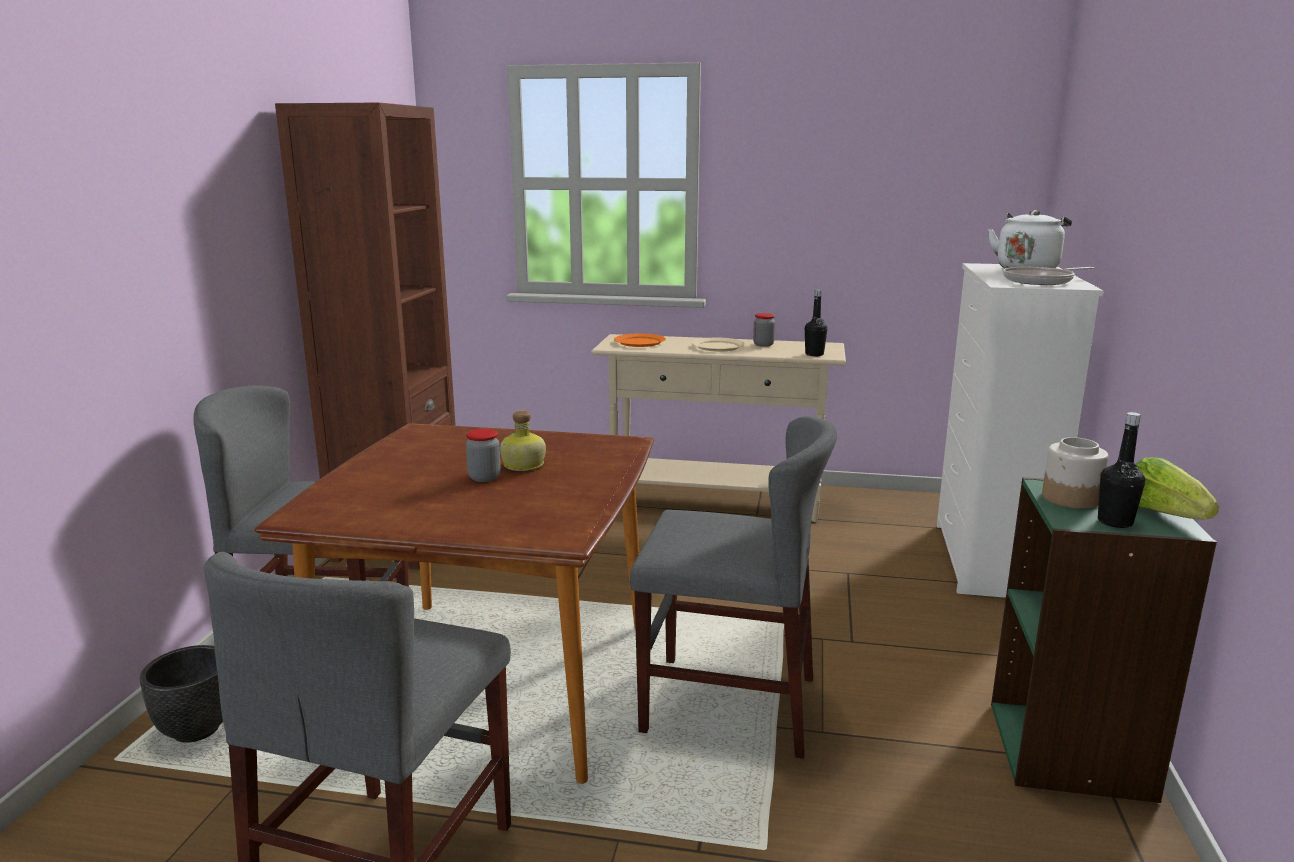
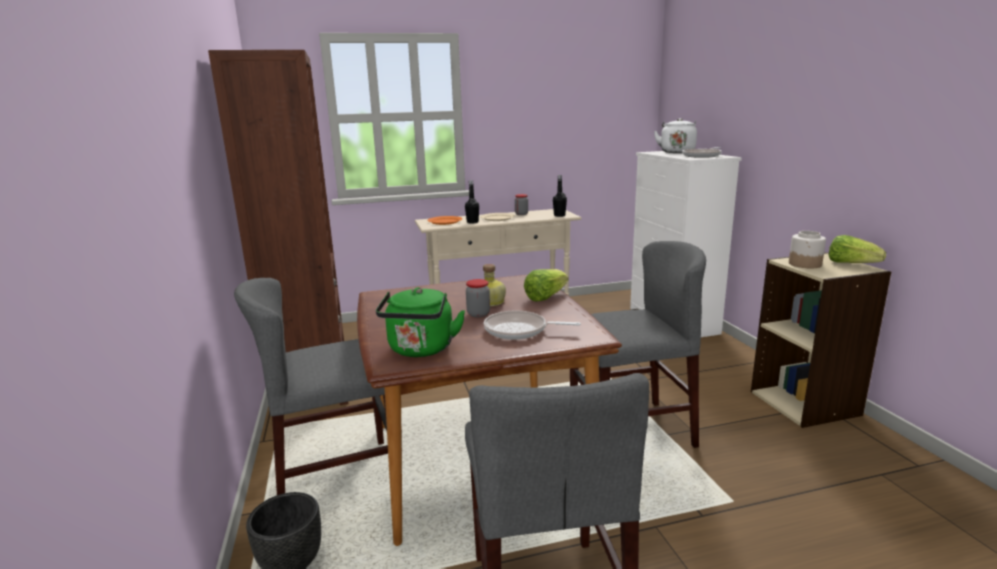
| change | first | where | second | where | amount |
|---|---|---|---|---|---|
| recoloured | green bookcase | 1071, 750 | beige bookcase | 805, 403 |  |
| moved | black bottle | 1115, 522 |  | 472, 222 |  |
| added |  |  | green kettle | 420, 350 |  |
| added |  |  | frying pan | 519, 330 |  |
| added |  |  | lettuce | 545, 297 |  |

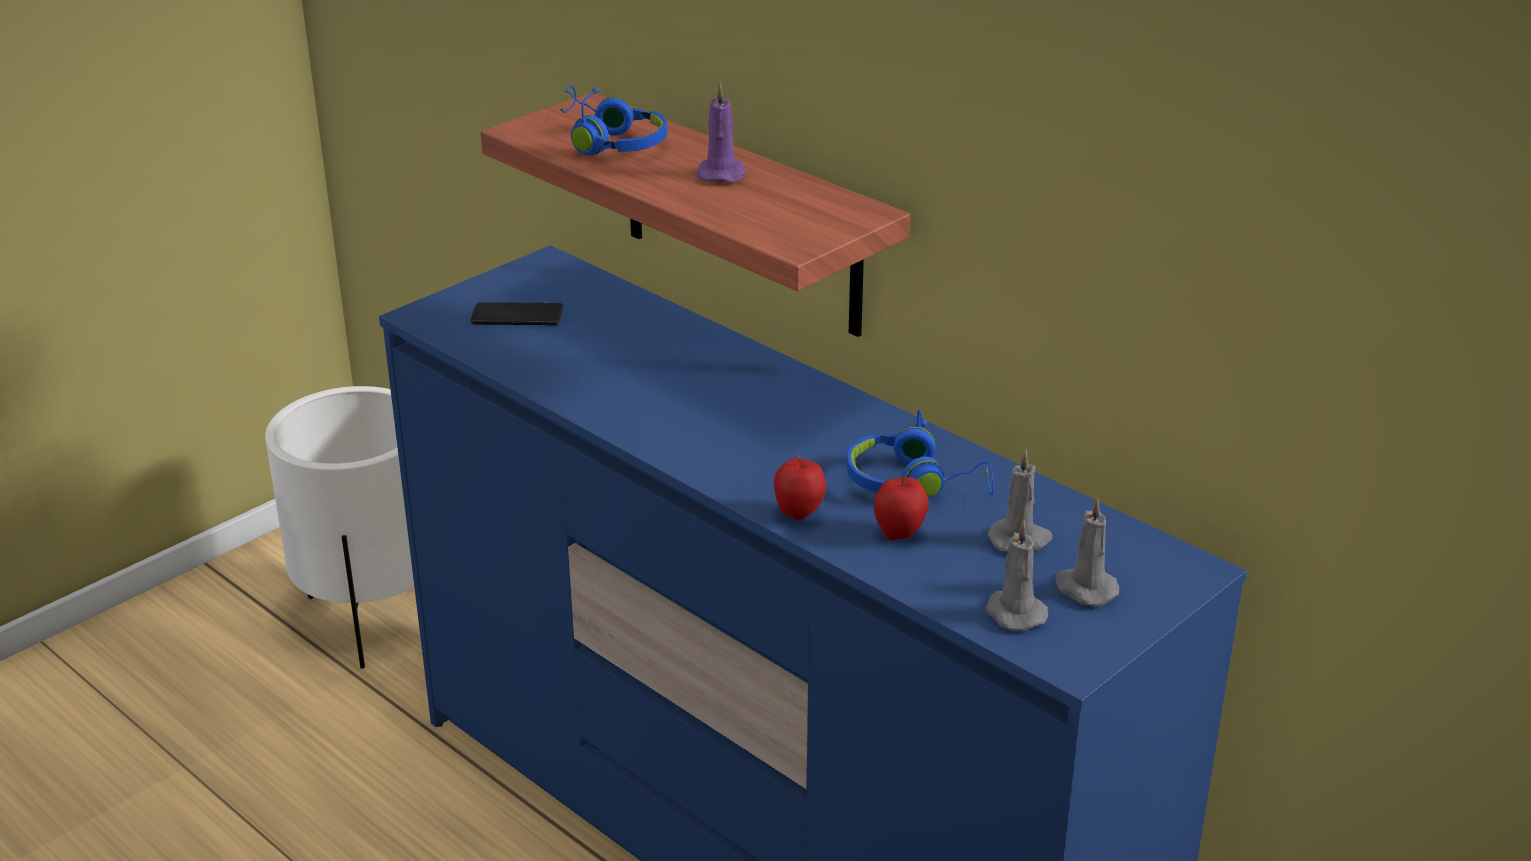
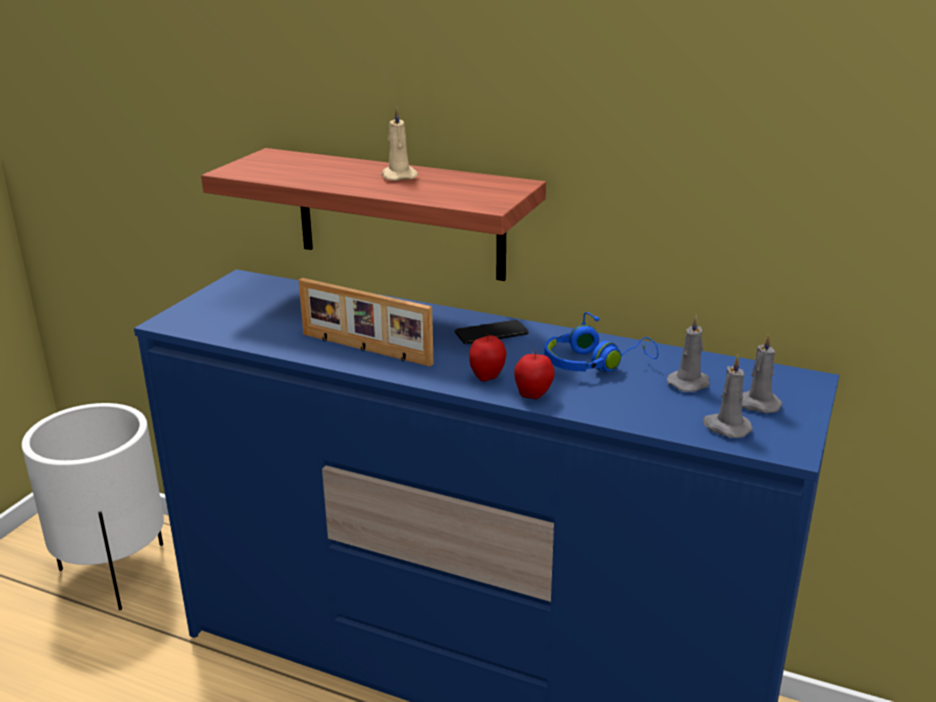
| change | first | where | second | where | amount |
|---|---|---|---|---|---|
| moved | phone | 517, 316 |  | 491, 333 |  |
| removed | blue headphones | 608, 141 |  |  |  |
| recoloured | purple candle | 721, 173 | beige candle | 398, 176 |  |
| moved | apple | 899, 534 |  | 487, 377 |  |
| added |  |  | picture frame | 365, 349 |  |

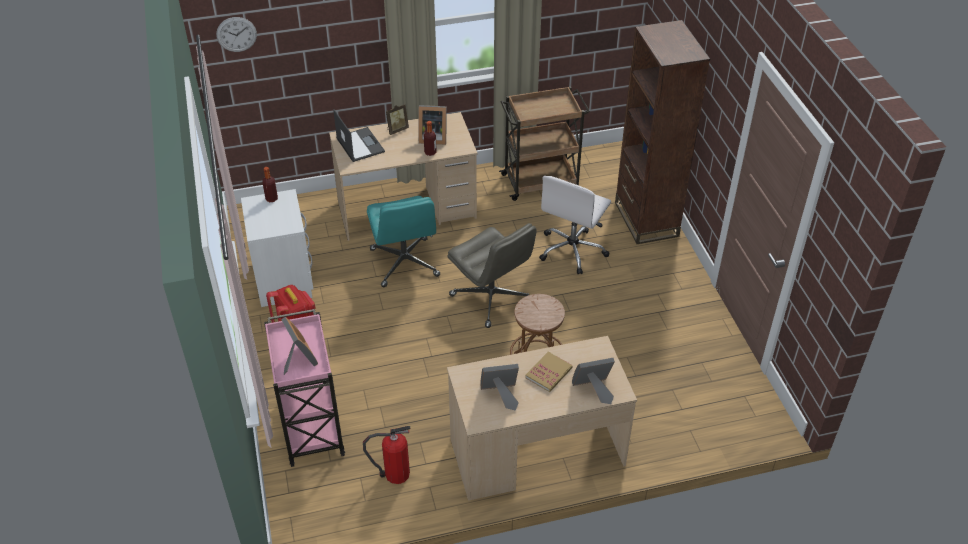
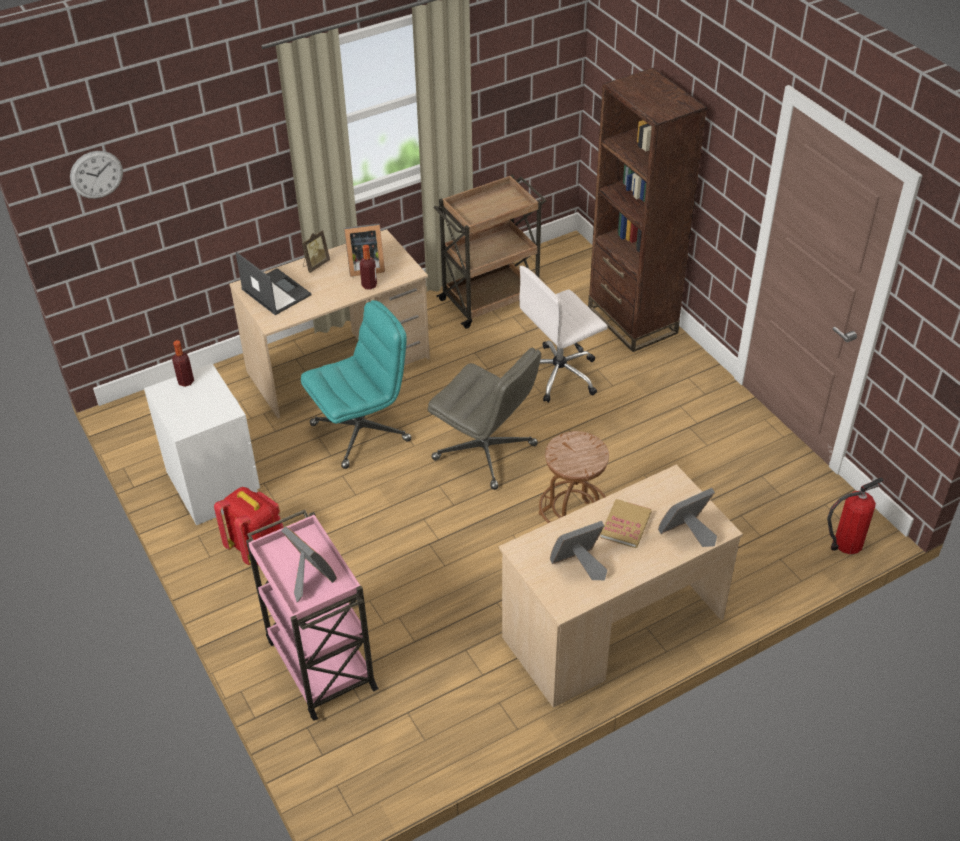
| change | first | where | second | where | amount |
|---|---|---|---|---|---|
| moved | fire extinguisher | 394, 474 |  | 845, 544 |  |
| turned | turquoise office chair | 405, 263 |  | 361, 431 | 90 degrees counterclockwise |
| turned | white office chair | 572, 250 |  | 560, 374 | 45 degrees clockwise |

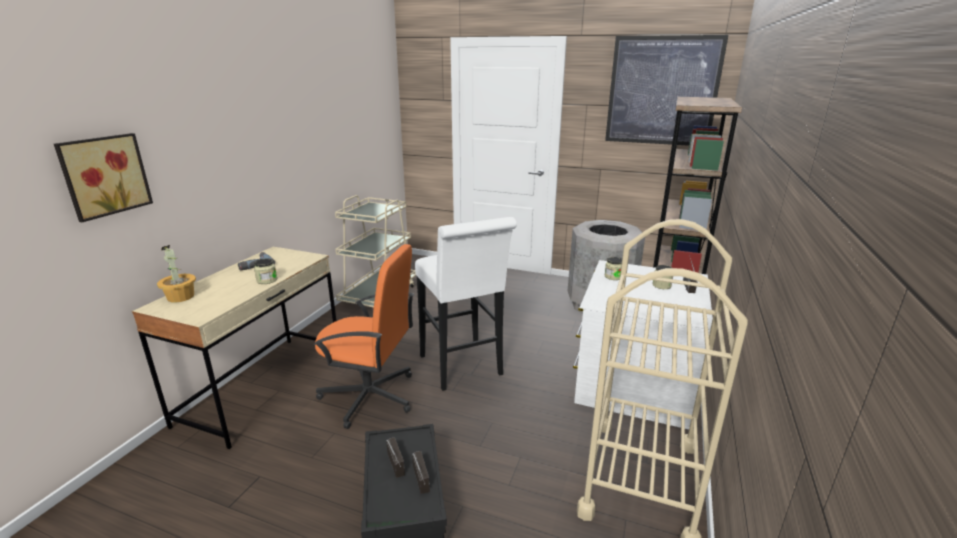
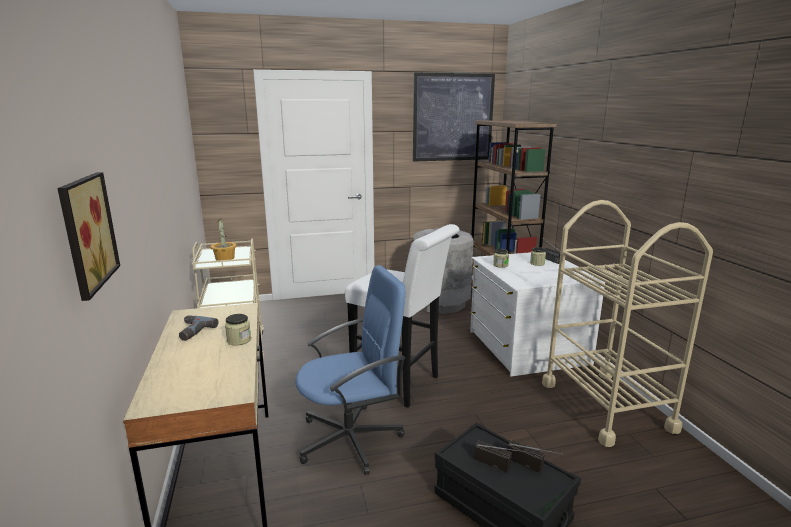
| change | first | where | second | where | amount |
|---|---|---|---|---|---|
| moved | potted plant | 181, 297 |  | 225, 258 |  |
| recoloured | orange office chair | 370, 396 | blue office chair | 351, 439 |  |

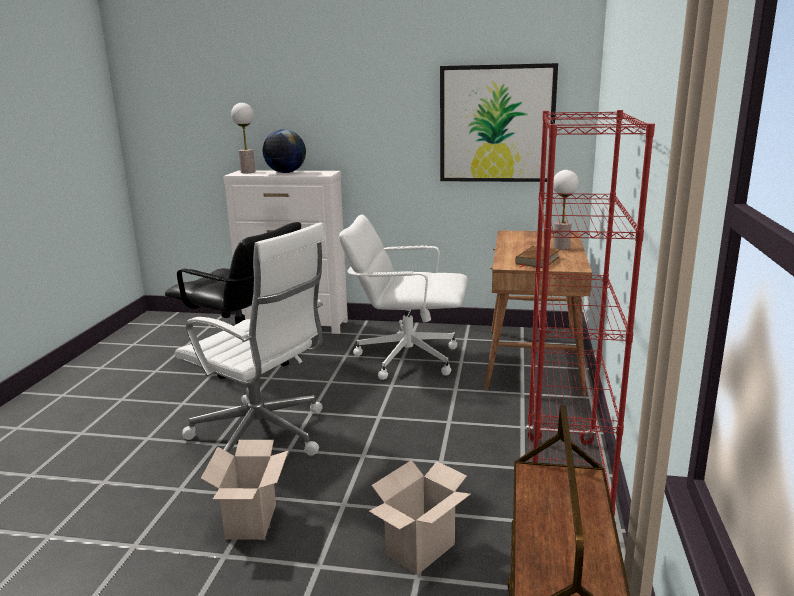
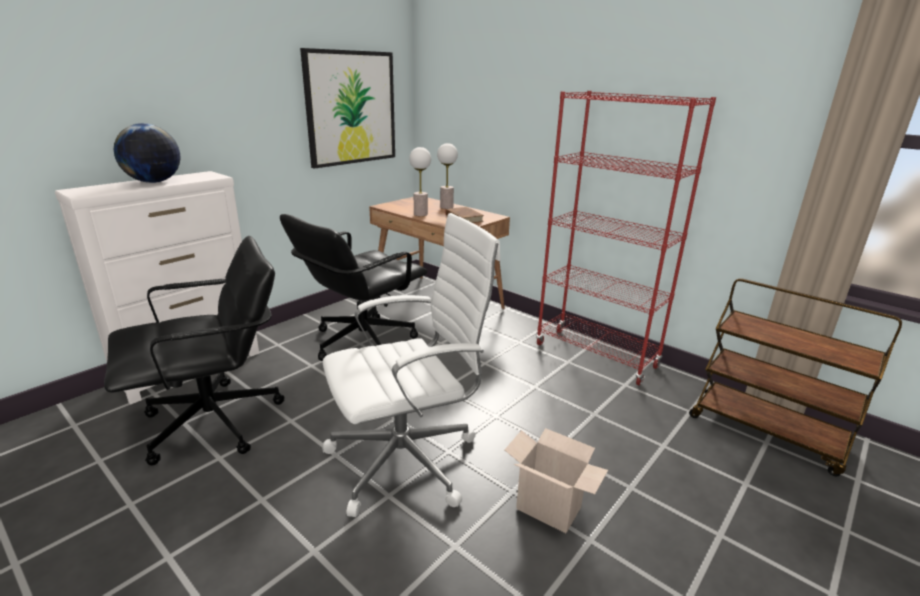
| change | first | where | second | where | amount |
|---|---|---|---|---|---|
| moved | table lamp | 248, 172 |  | 420, 214 |  |
| recoloured | white office chair | 406, 358 | black office chair | 362, 341 |  |
| removed | cardboard box | 420, 551 |  |  |  |

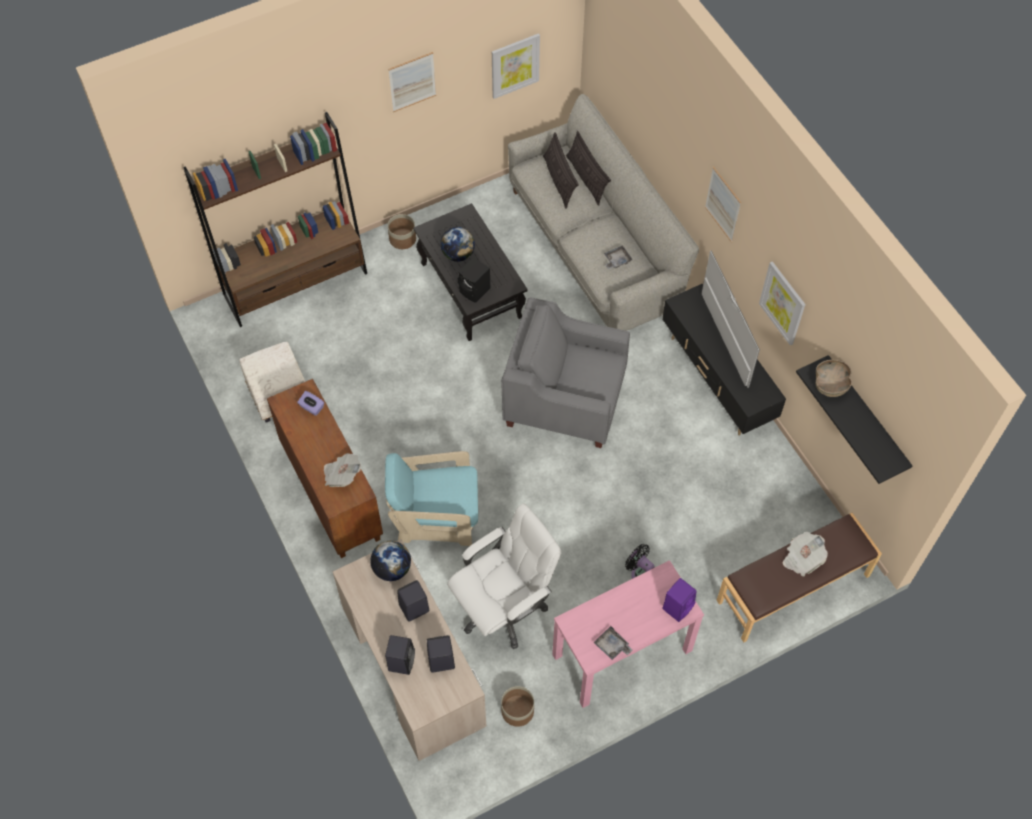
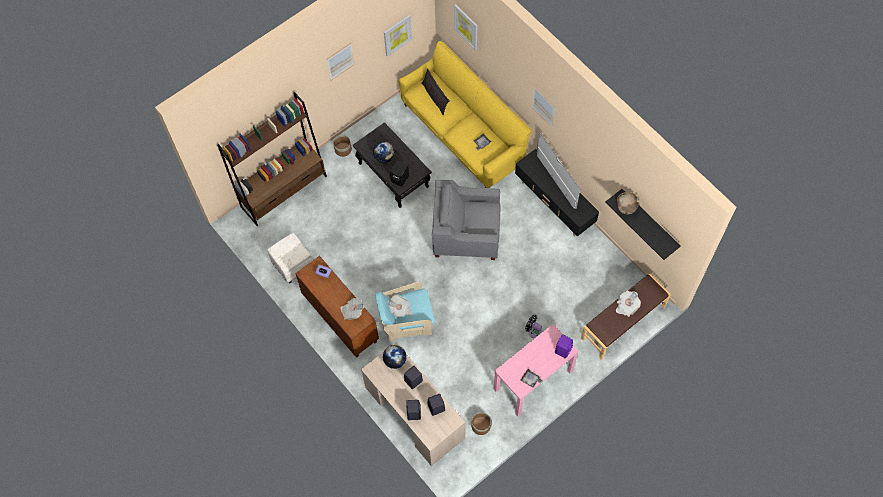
| change | first | where | second | where | amount |
|---|---|---|---|---|---|
| removed | white office chair | 503, 607 |  |  |  |
| recoloured | grey sofa | 594, 249 | yellow sofa | 462, 134 |  |
| removed | pillow | 586, 178 |  |  |  |
| moved | picture | 783, 303 |  | 466, 26 |  |
| added |  |  | newspaper | 400, 309 |  |

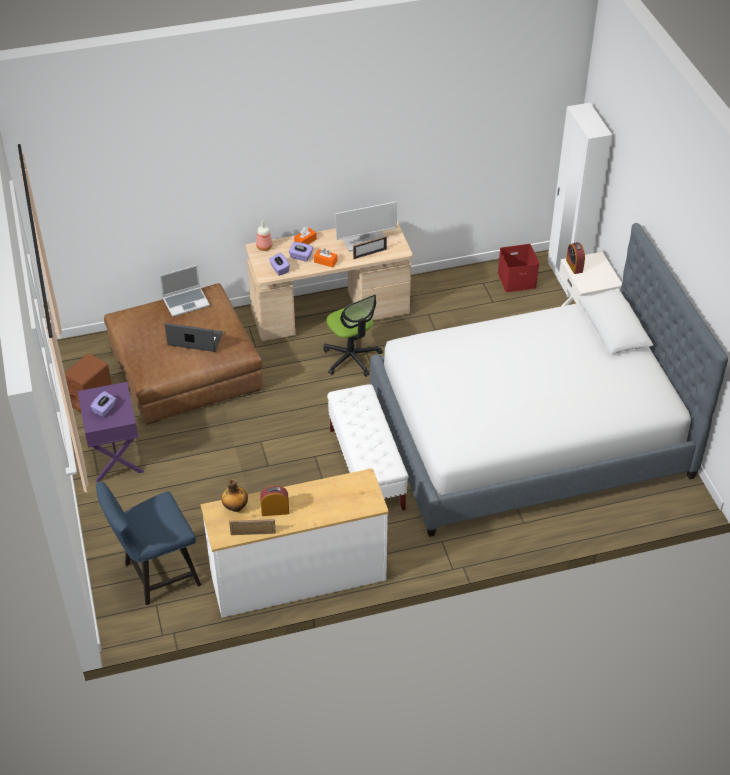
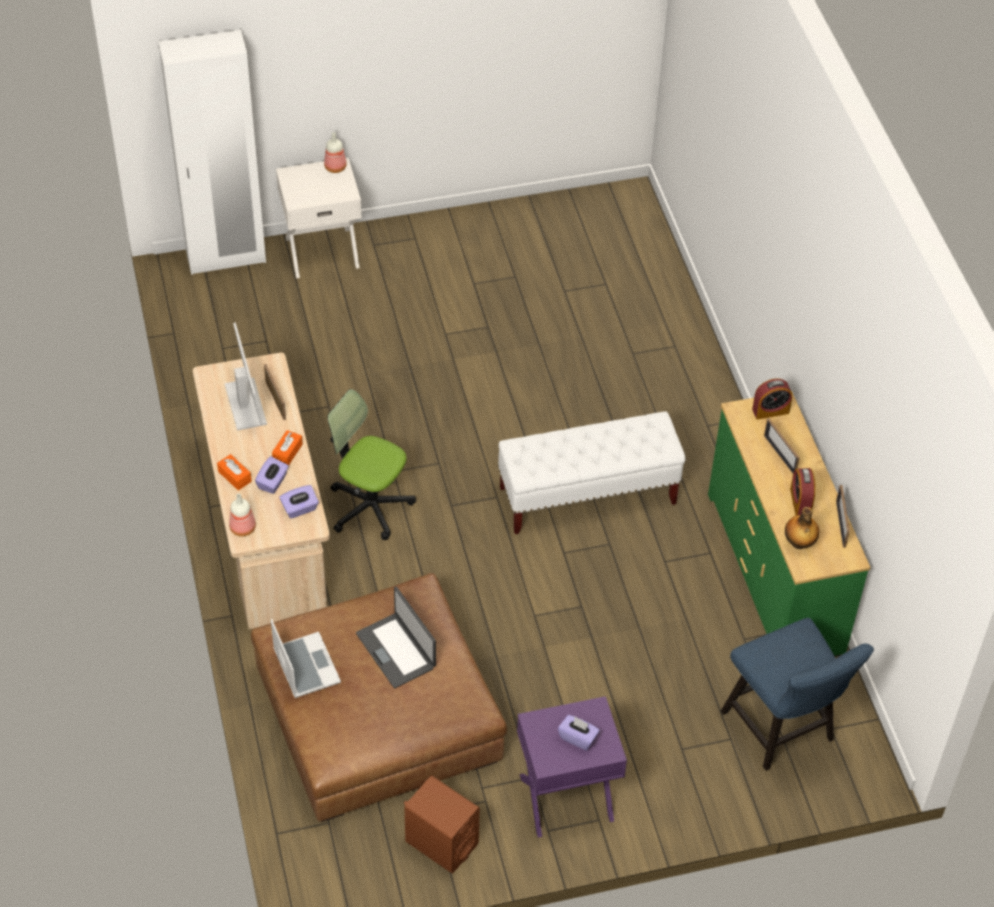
| change | first | where | second | where | amount |
|---|---|---|---|---|---|
| turned | laptop | 195, 340 |  | 397, 650 | 45 degrees counterclockwise |
| recoloured | white dresser | 298, 578 | green dresser | 775, 572 |  |
| turned | office chair | 351, 358 |  | 370, 506 | 120 degrees counterclockwise |
| removed | bed | 529, 435 |  |  |  |
| removed | red storage box | 517, 279 |  |  |  |
| moved | alarm clock | 574, 266 |  | 770, 411 |  |
| added |  |  | bottle | 335, 167 |  |
| added |  |  | picture frame | 779, 455 |  |

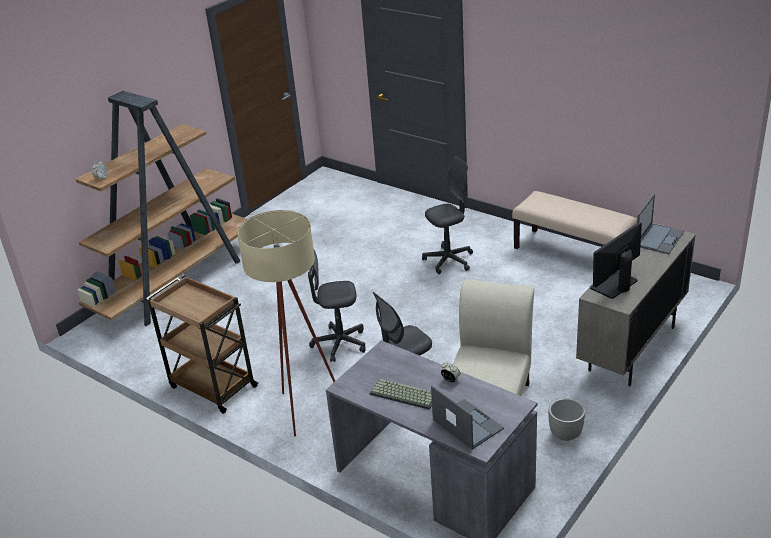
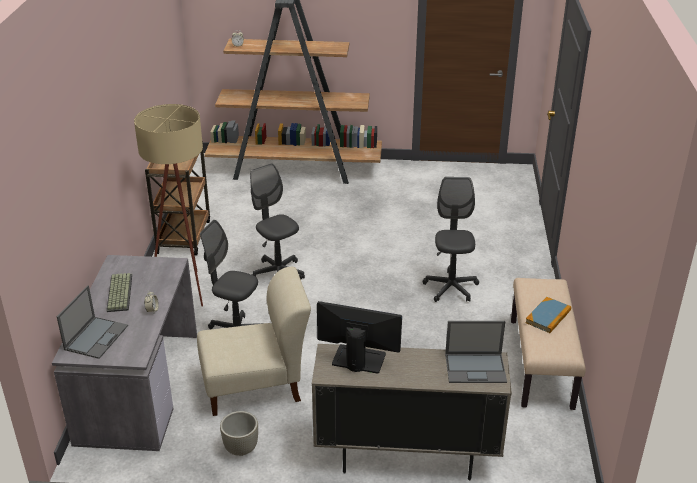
| change | first | where | second | where | amount |
|---|---|---|---|---|---|
| turned | grey office chair | 448, 261 |  | 451, 288 | 120 degrees counterclockwise |
| added |  |  | book | 548, 317 |  |

